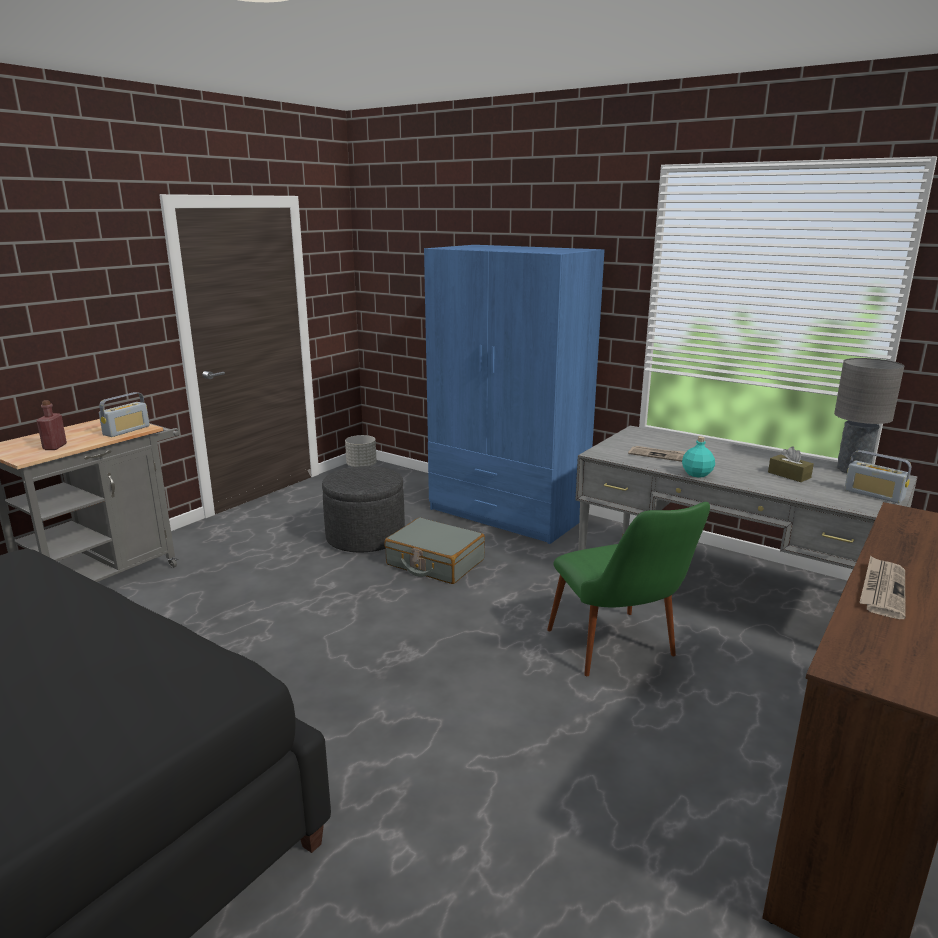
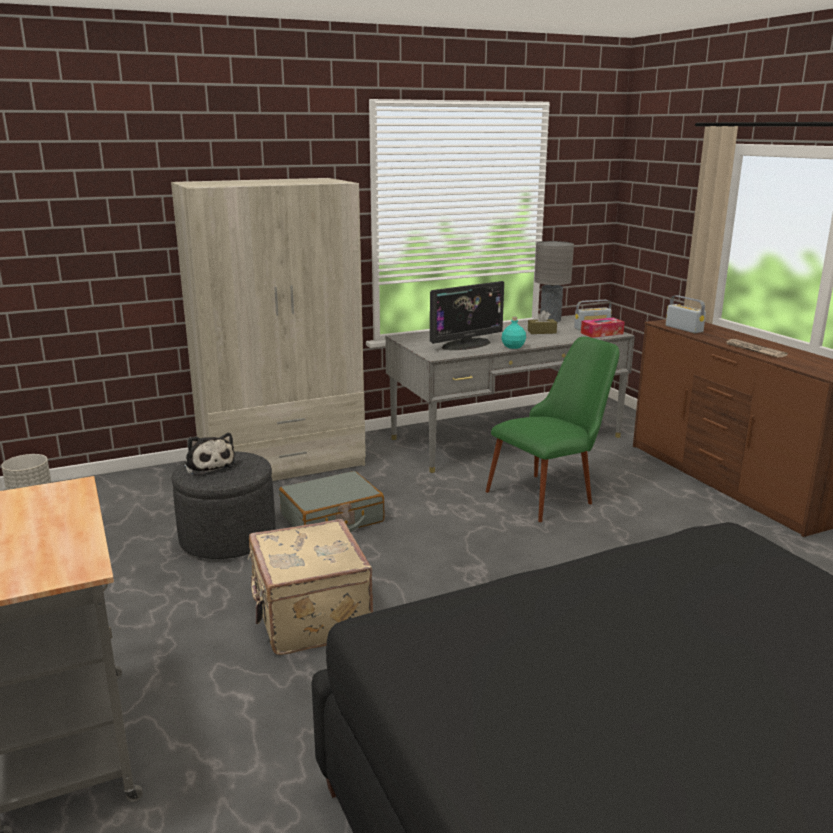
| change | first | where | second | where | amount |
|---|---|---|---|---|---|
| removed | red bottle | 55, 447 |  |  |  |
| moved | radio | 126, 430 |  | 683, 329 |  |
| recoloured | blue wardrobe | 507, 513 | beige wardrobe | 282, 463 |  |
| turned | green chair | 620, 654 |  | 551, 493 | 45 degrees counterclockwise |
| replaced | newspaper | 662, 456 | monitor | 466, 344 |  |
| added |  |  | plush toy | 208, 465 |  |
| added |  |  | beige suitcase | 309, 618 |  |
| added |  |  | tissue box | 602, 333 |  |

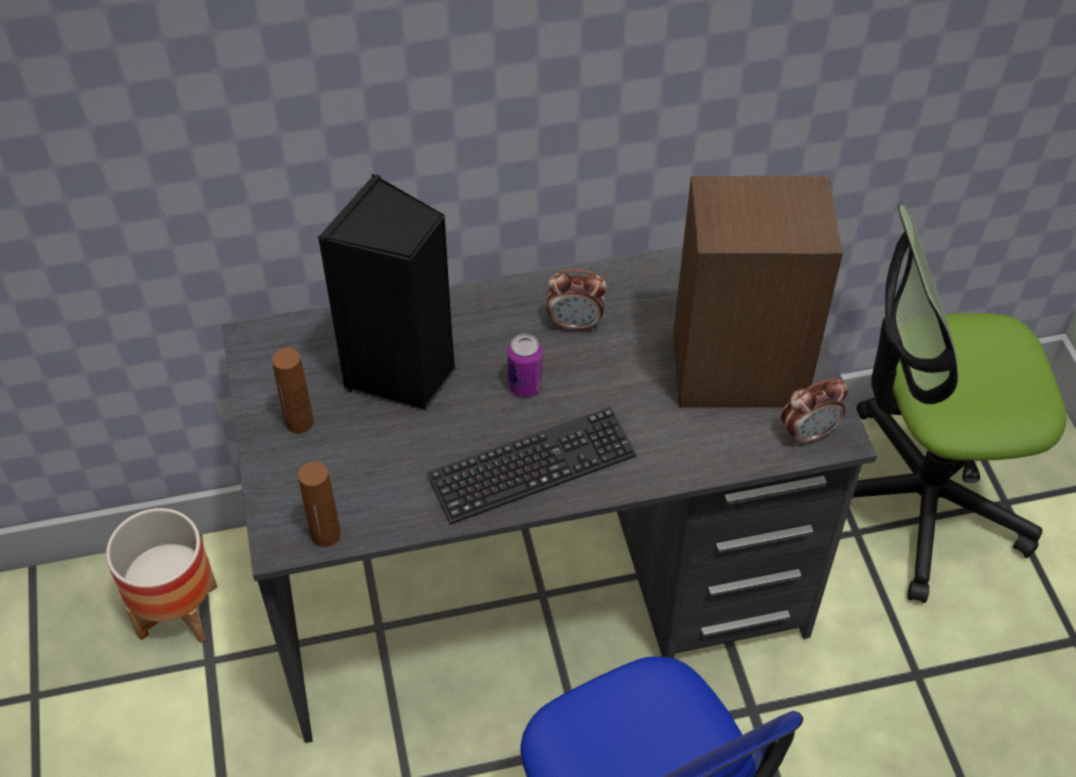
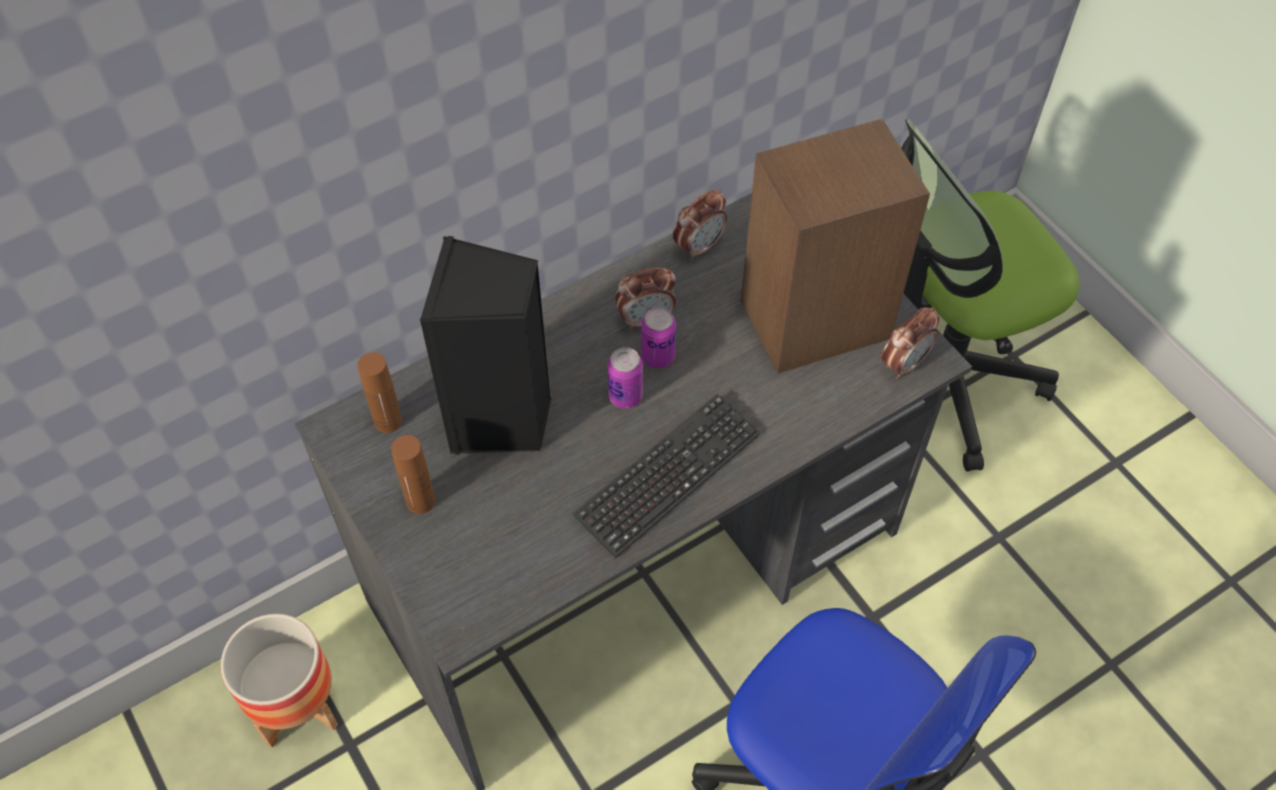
| change | first | where | second | where | amount |
|---|---|---|---|---|---|
| moved | brown bottle | 325, 534 |  | 388, 421 |  |
| added |  |  | can | 658, 356 |  |
| added |  |  | alarm clock | 699, 247 |  |

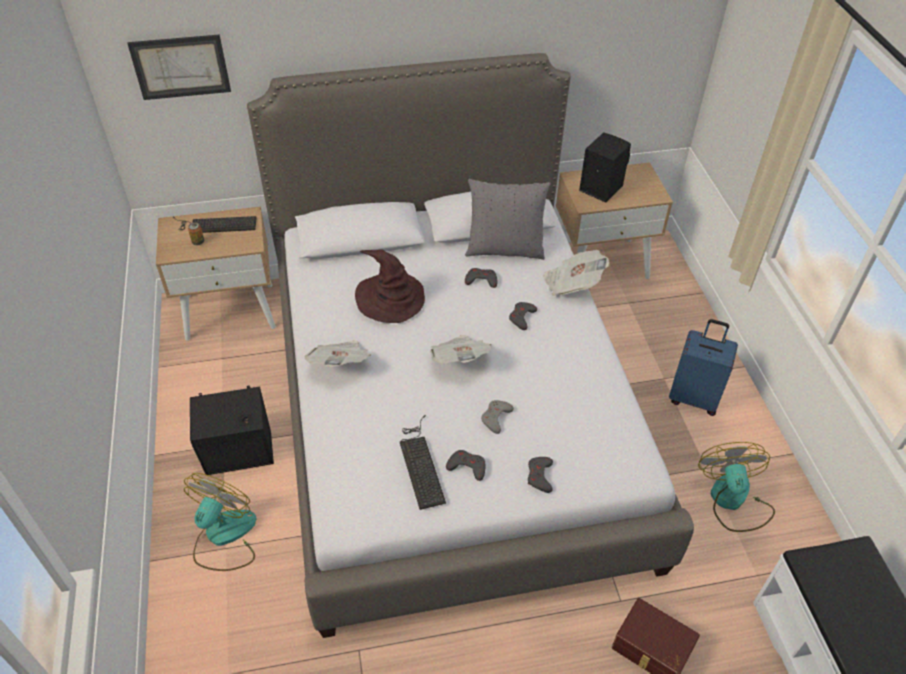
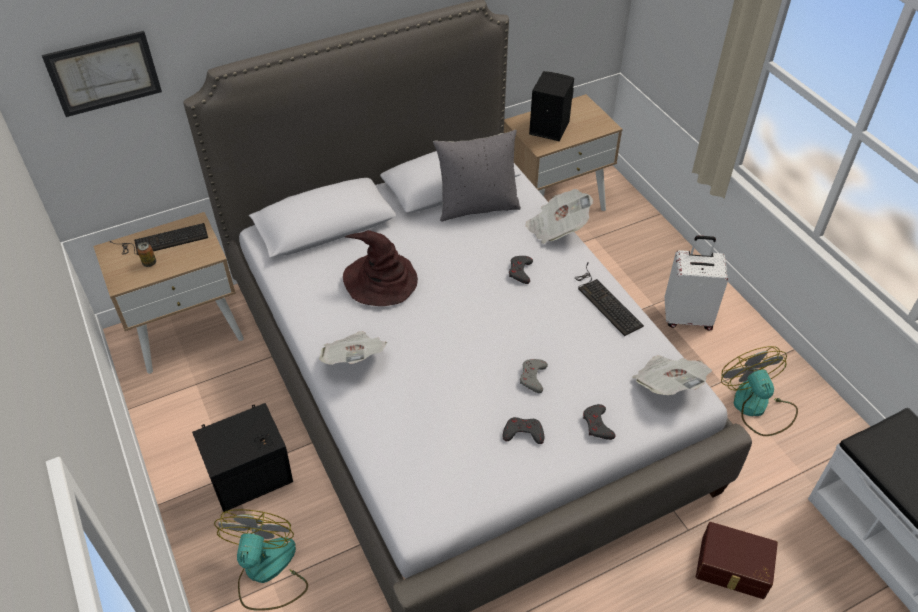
| change | first | where | second | where | amount |
|---|---|---|---|---|---|
| moved | keyboard | 421, 463 |  | 605, 300 |  |
| moved | newspaper | 460, 360 |  | 667, 385 |  |
| removed | grey game controller | 481, 280 |  |  |  |
| recoloured | blue suitcase | 694, 397 | white suitcase | 687, 317 |  |

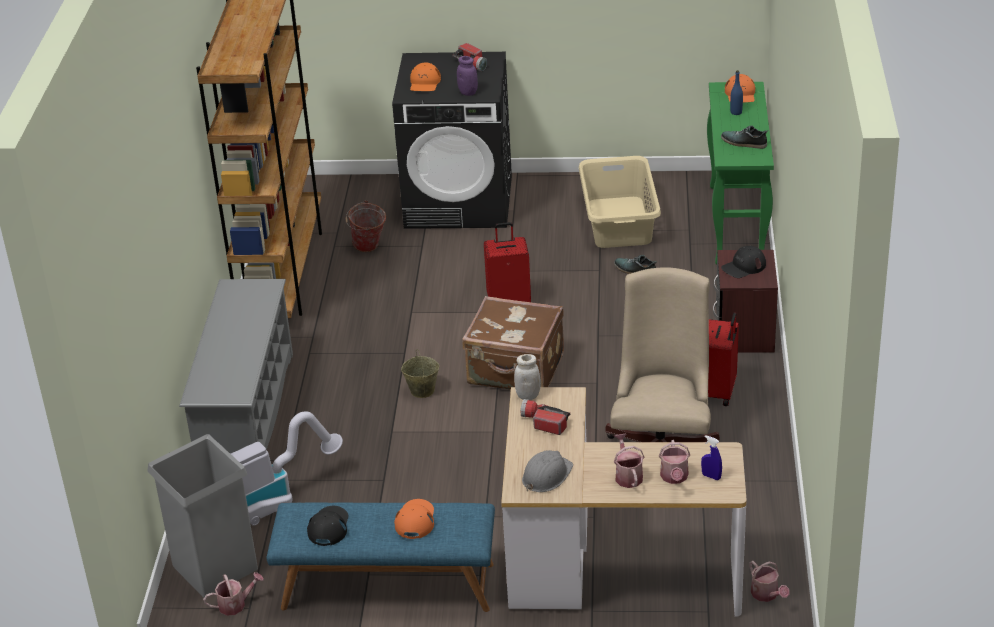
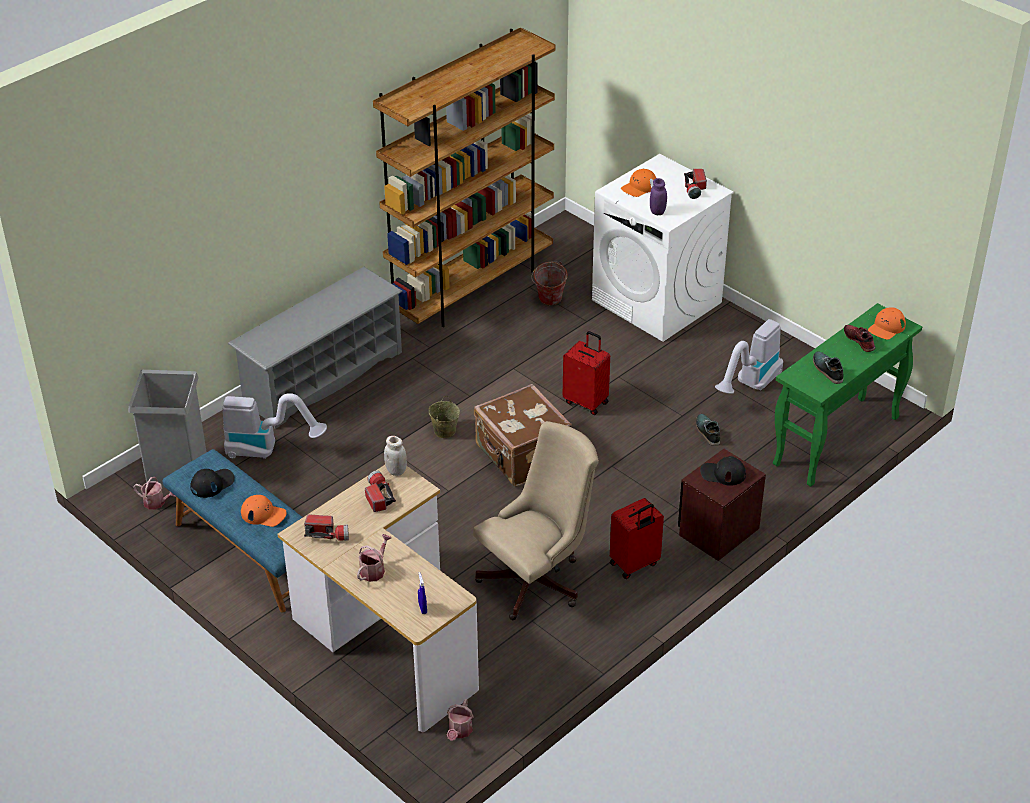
| change | first | where | second | where | amount |
|---|---|---|---|---|---|
| recoloured | black washing machine | 459, 202 | white washing machine | 657, 301 |  |
| turned | orange cap | 415, 520 |  | 263, 514 | 60 degrees clockwise |
| replaced | grey hard hat | 546, 475 | flashlight | 327, 534 |  |
| replaced | beige laundry basket | 619, 222 | vacuum cleaner | 750, 386 |  |
| removed | watering can | 674, 477 |  |  |  |
| replaced | blue bottle | 736, 112 | shoe | 860, 341 |  |

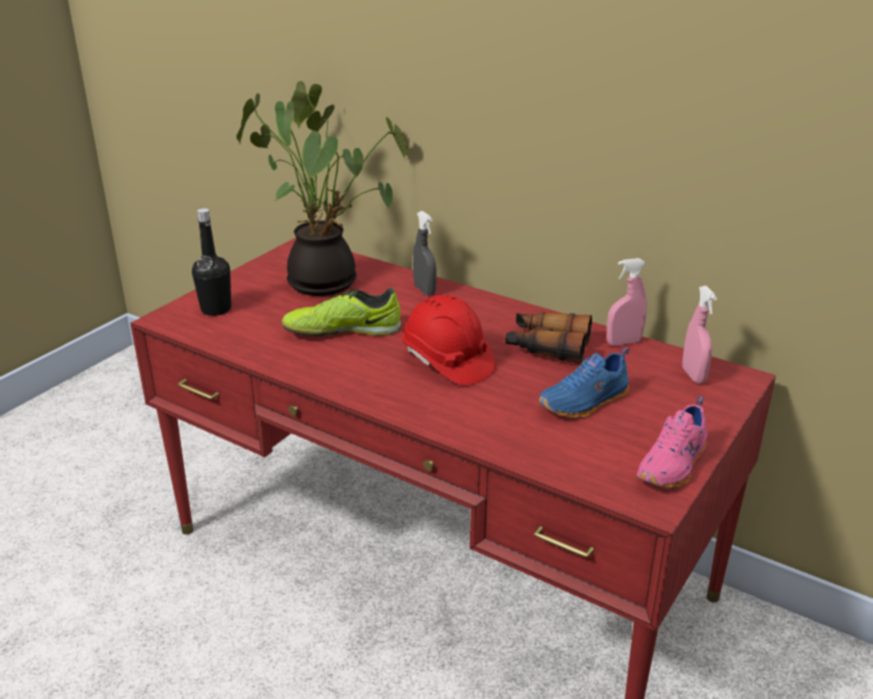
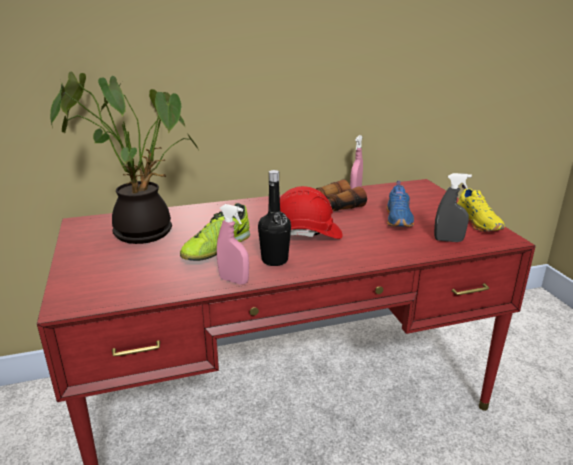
| change | first | where | second | where | amount |
|---|---|---|---|---|---|
| moved | black bottle | 216, 309 |  | 274, 260 |  |
| moved | grey spray bottle | 424, 290 |  | 448, 240 |  |
| recoloured | pink shoe | 674, 465 | yellow shoe | 478, 223 |  |
| moved | pink spray bottle | 693, 375 |  | 234, 280 |  |

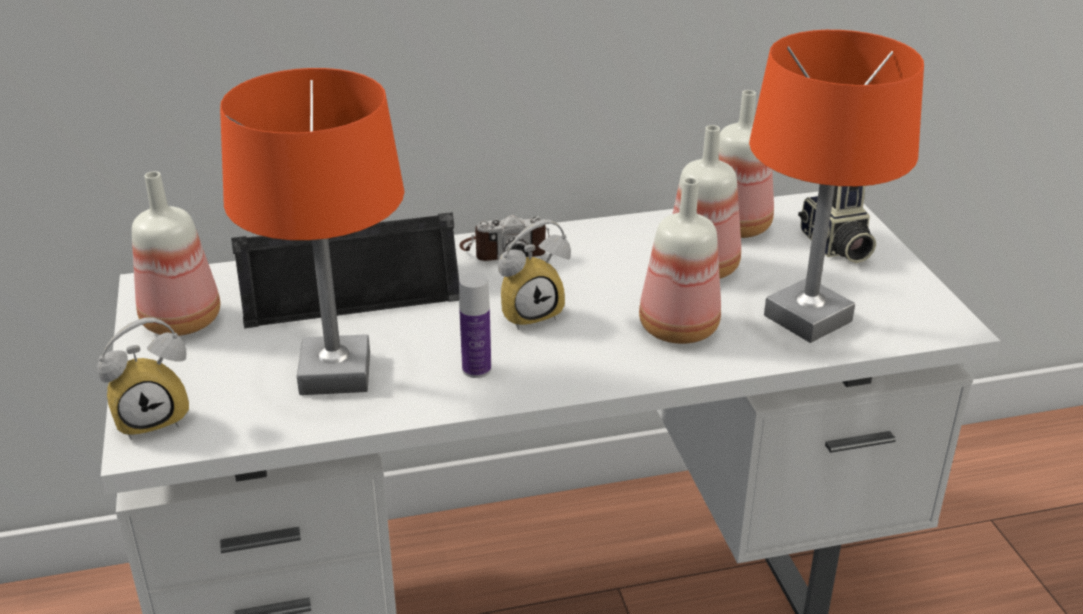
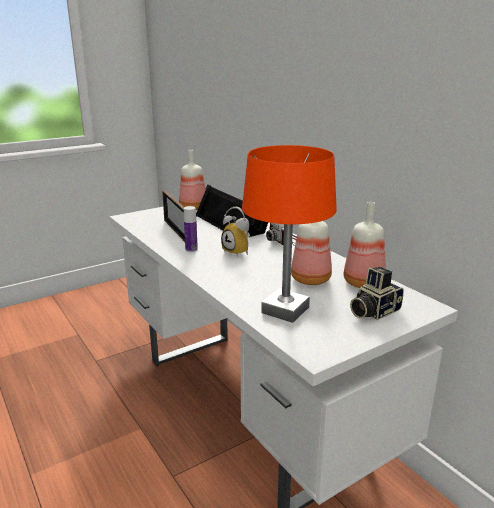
| change | first | where | second | where | amount |
|---|---|---|---|---|---|
| removed | alarm clock | 154, 417 |  |  |  |
| replaced | orange table lamp | 336, 373 | picture frame | 175, 231 |  |
| removed | bottle | 676, 329 |  |  |  |

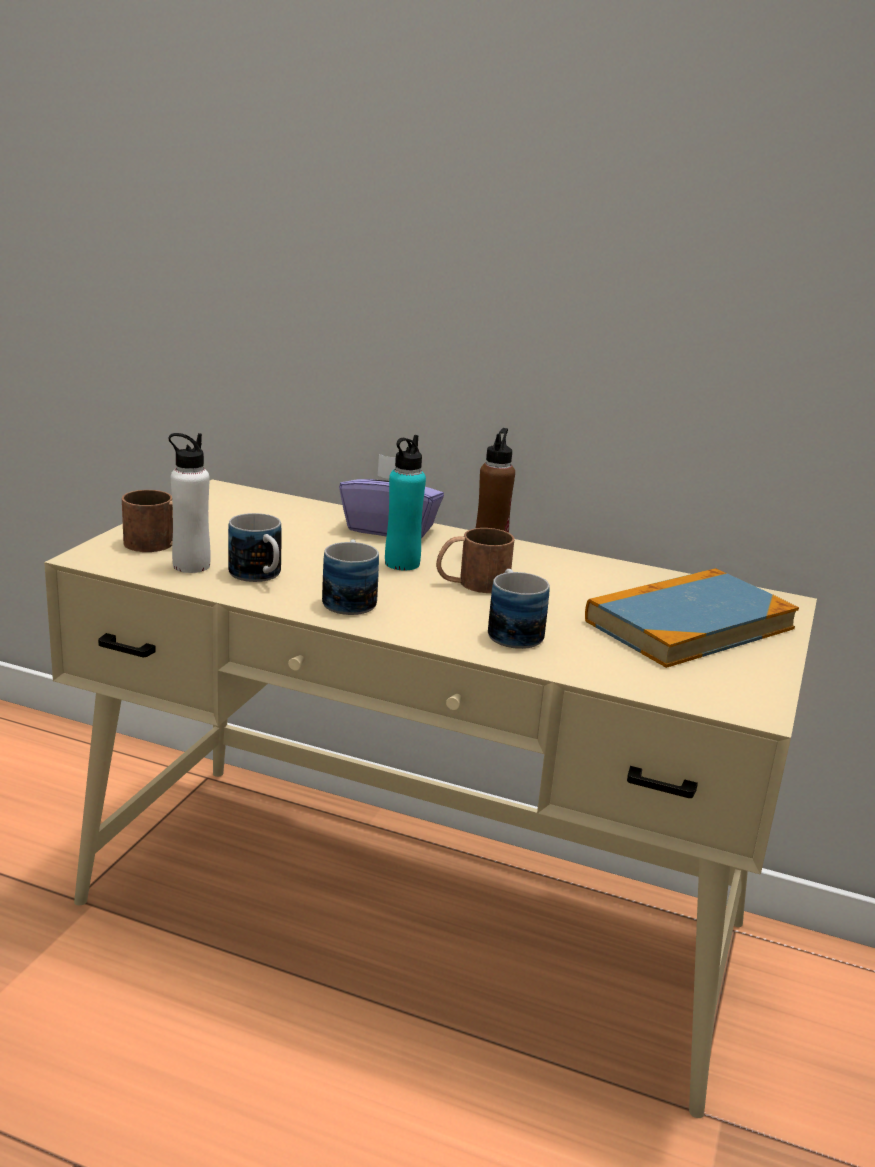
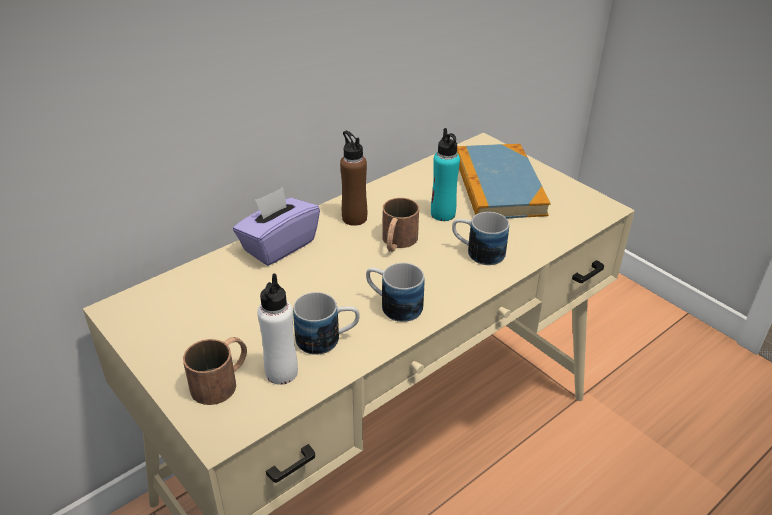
| change | first | where | second | where | amount |
|---|---|---|---|---|---|
| moved | turquoise bottle | 402, 563 |  | 443, 214 |  |

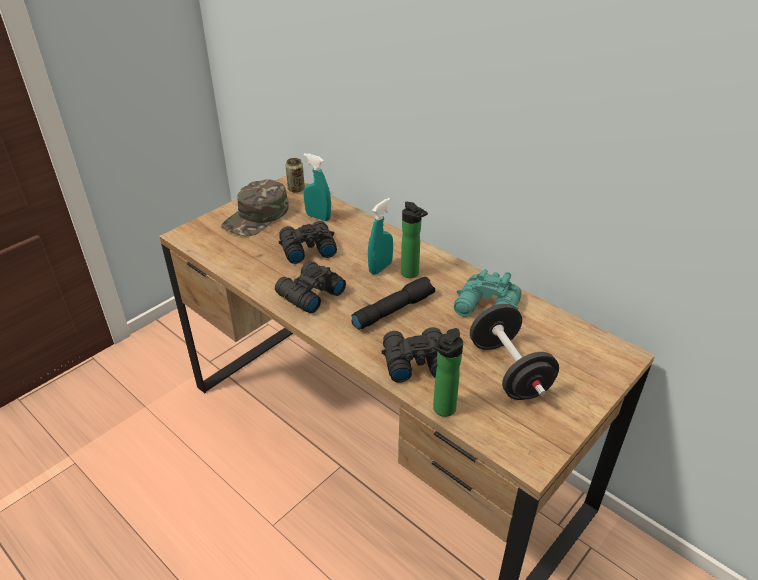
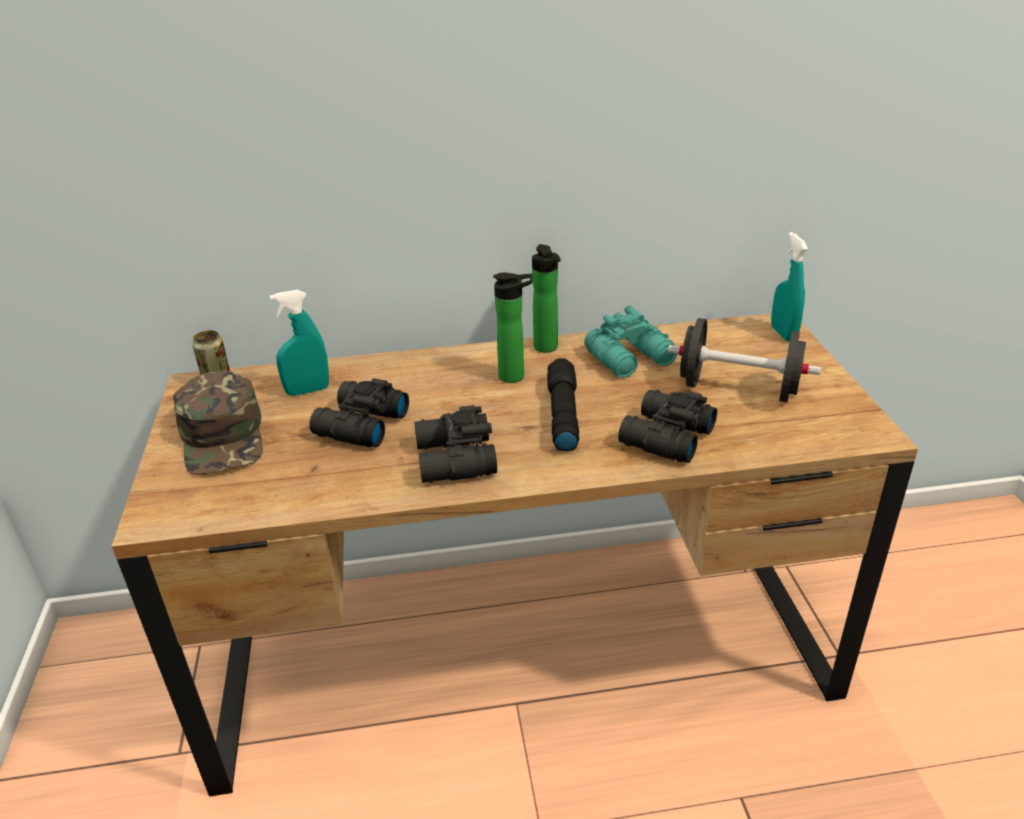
| change | first | where | second | where | amount |
|---|---|---|---|---|---|
| moved | turquoise spray bottle | 380, 268 |  | 783, 333 |  |
| moved | bottle | 442, 410 |  | 547, 348 |  |

